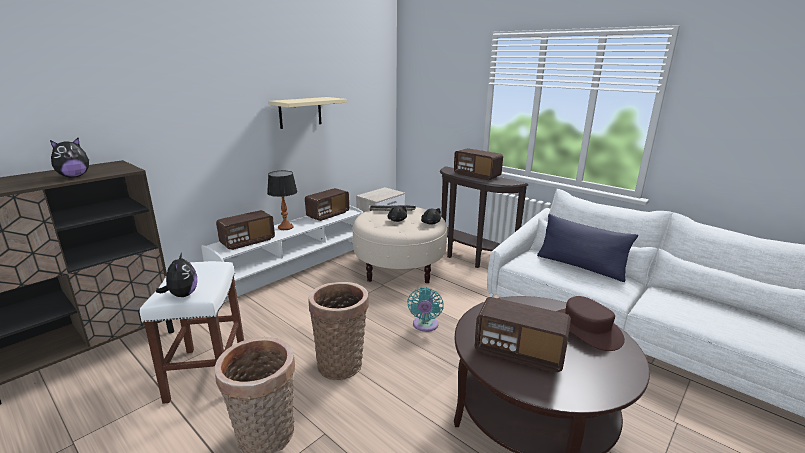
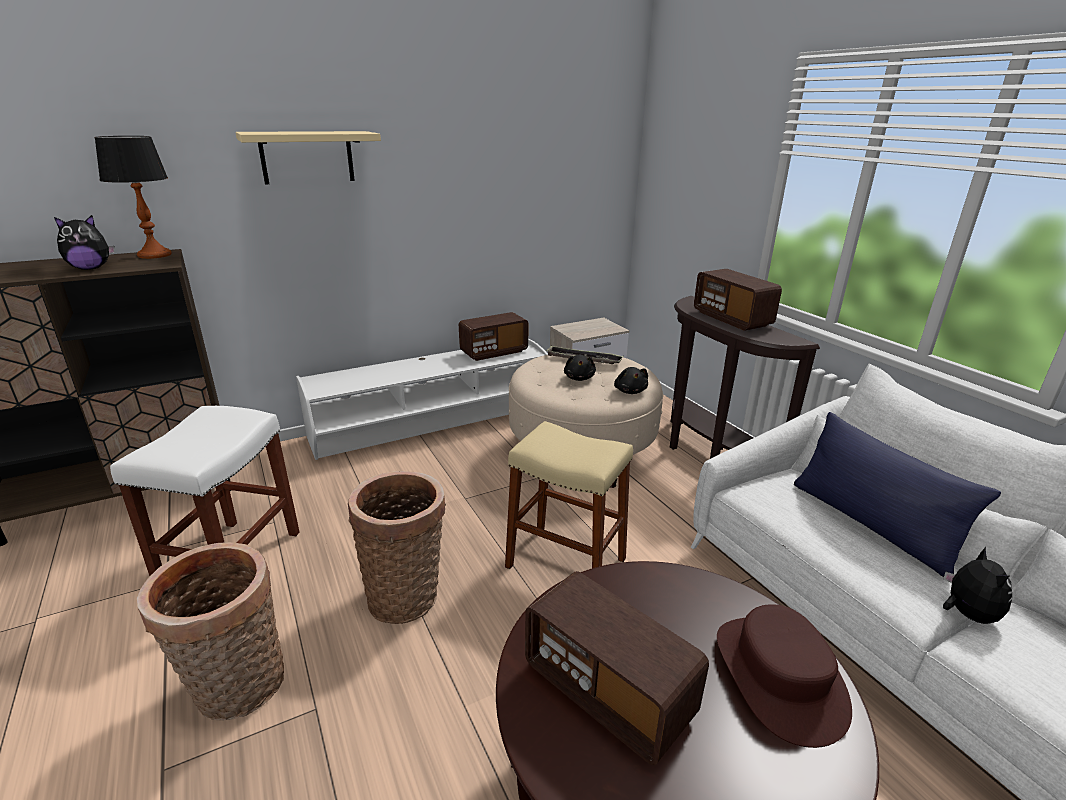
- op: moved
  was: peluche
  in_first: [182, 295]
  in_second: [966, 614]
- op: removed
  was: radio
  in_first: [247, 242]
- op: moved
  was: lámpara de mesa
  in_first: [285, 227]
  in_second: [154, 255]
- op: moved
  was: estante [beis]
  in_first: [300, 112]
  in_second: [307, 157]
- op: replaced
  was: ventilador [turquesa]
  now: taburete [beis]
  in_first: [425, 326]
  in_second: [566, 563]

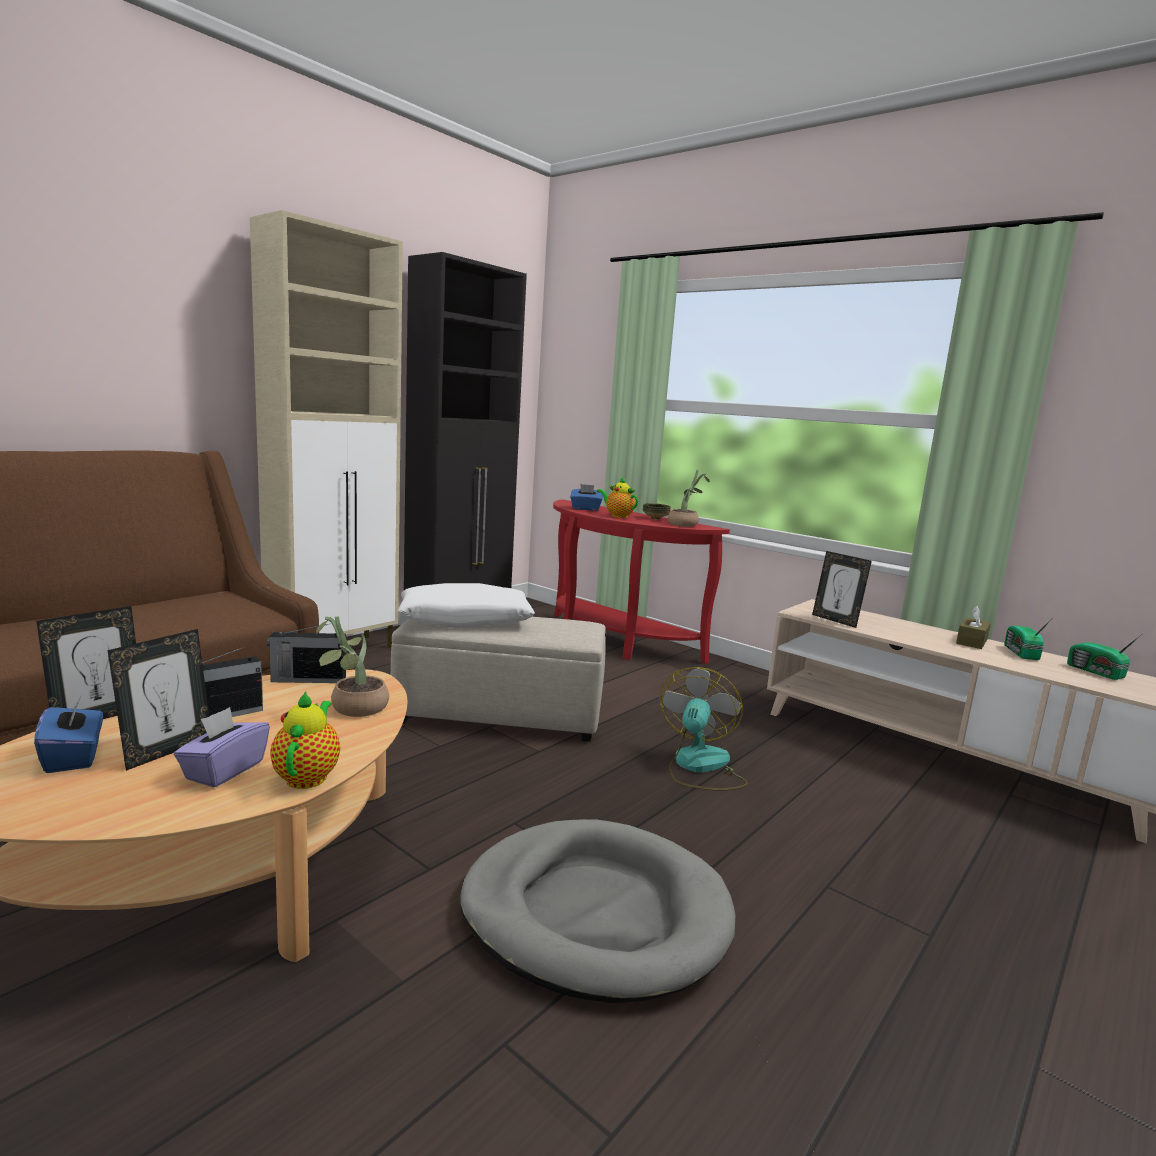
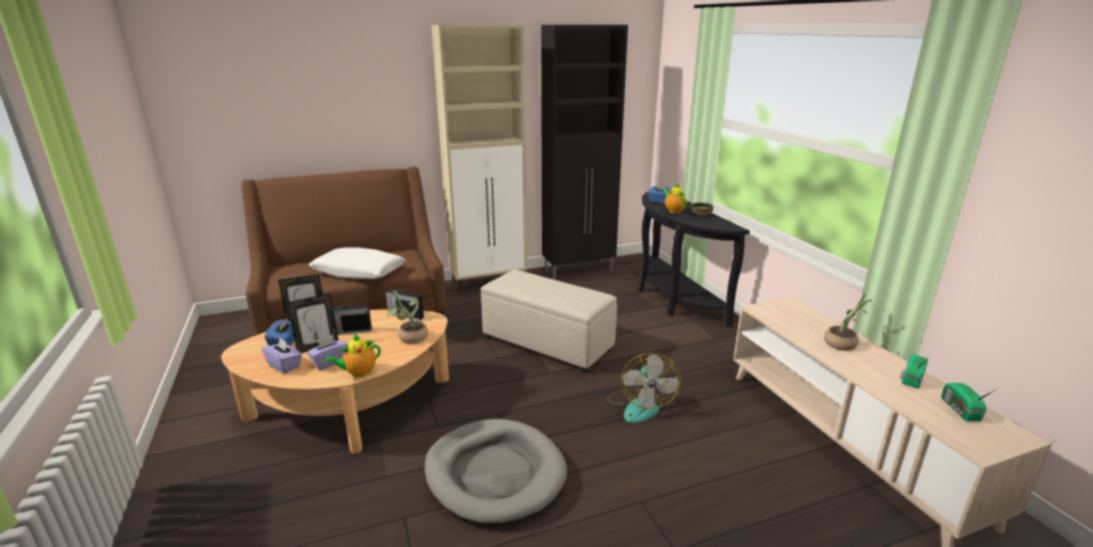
- op: turned
  was: tetera
  in_first: [308, 776]
  in_second: [358, 372]
  clockwise: -150
- op: moved
  was: cojín [blanco]
  in_first: [465, 619]
  in_second: [358, 272]
- op: recoloured
  was: mesa consola [rojo]
  now: mesa consola [negro]
  in_first: [611, 642]
  in_second: [672, 299]
- op: turned
  was: ventilador
  in_first: [699, 767]
  in_second: [640, 405]
  clockwise: 135
- op: moved
  was: planta en maceta
  in_first: [685, 524]
  in_second: [844, 344]
- op: removed
  was: portarretratos
  in_first: [835, 620]
- op: removed
  was: caja de pañuelos [marrón]
  in_first: [971, 641]
- op: added
  now: caja de pañuelos [morado]
  in_second: [284, 365]

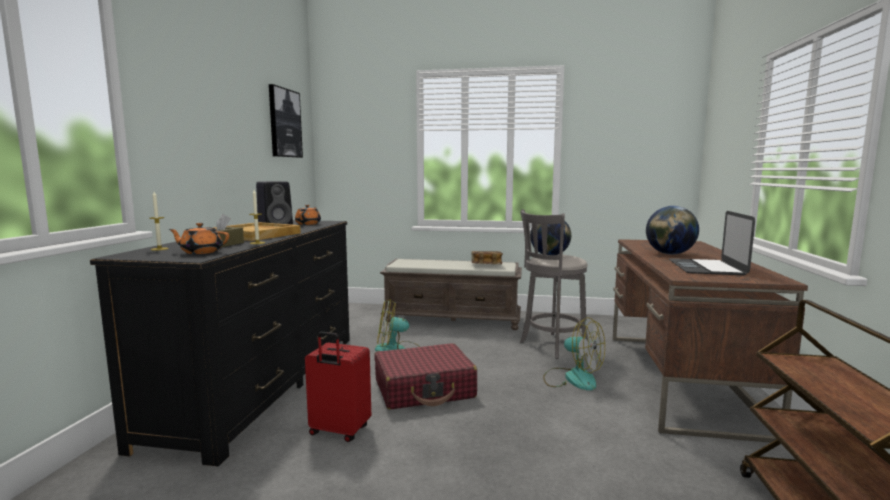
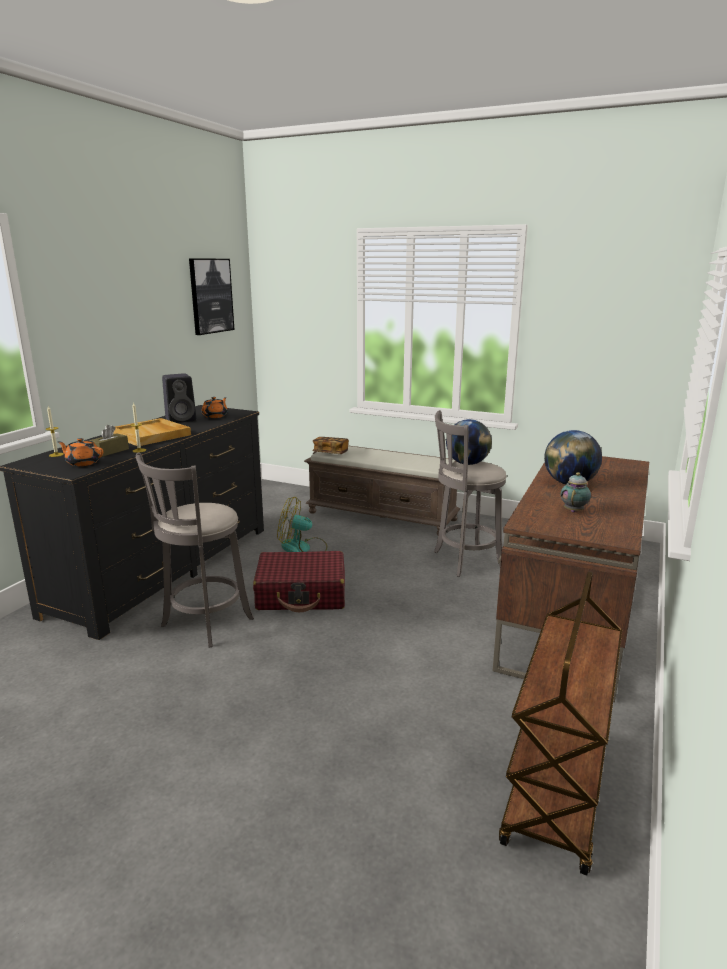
- op: replaced
  was: maleta [rojo]
  now: taburete [gris]
  in_first: [339, 431]
  in_second: [204, 624]
- op: moved
  was: libro
  in_first: [486, 265]
  in_second: [330, 453]
- op: removed
  was: ventilador
  in_first: [572, 378]
- op: replaced
  was: portátil
  now: tetera
  in_first: [706, 267]
  in_second: [574, 510]

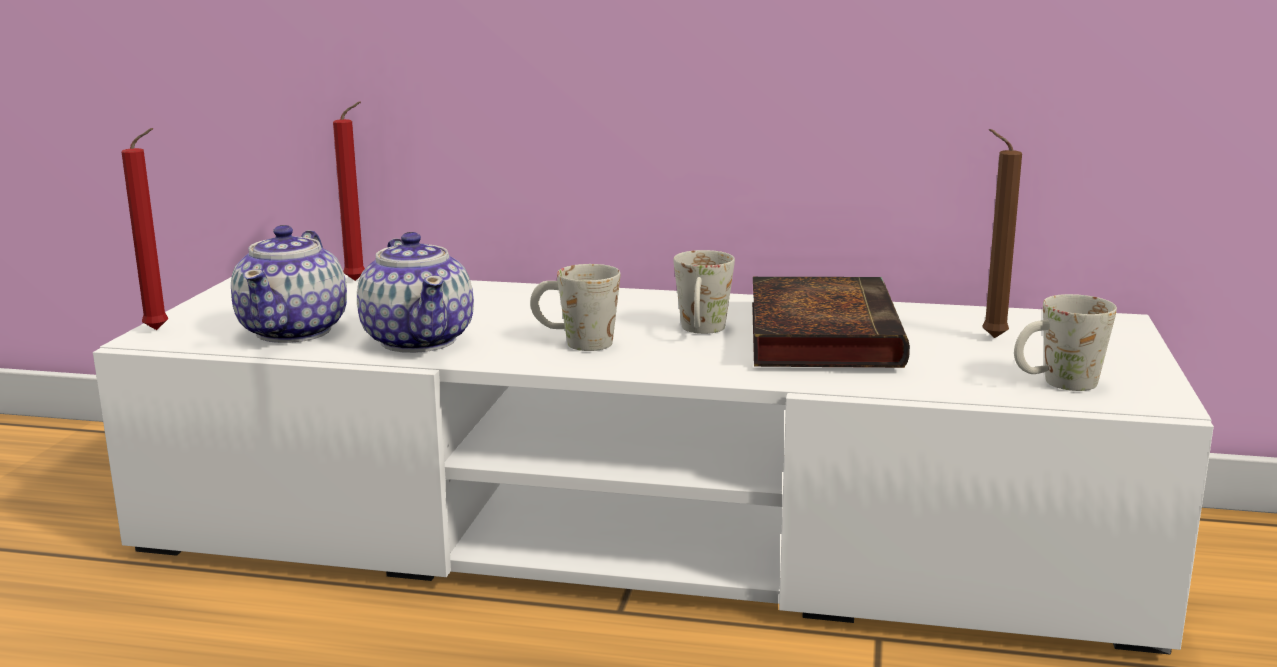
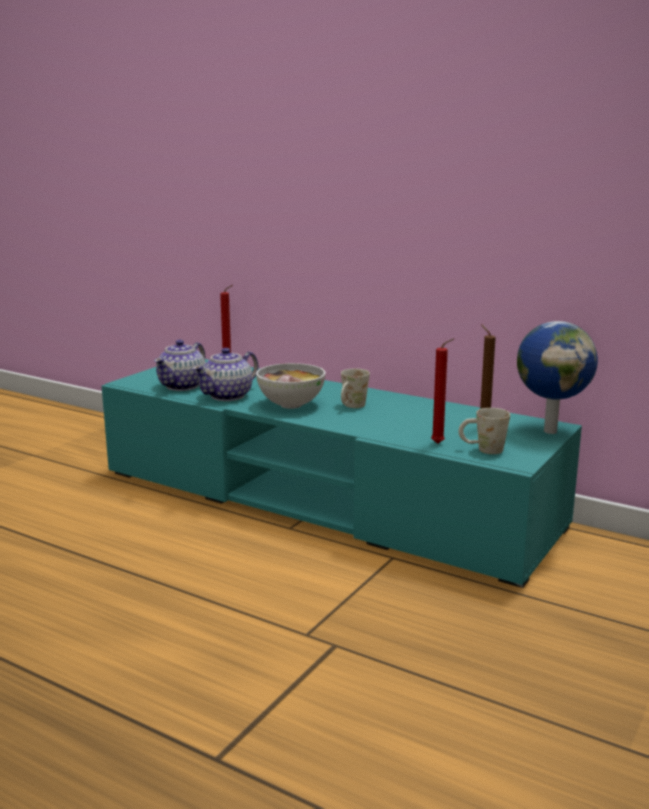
- op: recoloured
  was: mueble de televisión [blanco]
  now: mueble de televisión [turquesa]
  in_first: [639, 534]
  in_second: [324, 499]
- op: moved
  was: vela [rojo]
  in_first: [161, 330]
  in_second: [440, 444]
- op: turned
  was: tetera
  in_first: [419, 340]
  in_second: [228, 396]
  clockwise: 45
- op: replaced
  was: taza grande [blanco]
  now: cuenco
  in_first: [574, 343]
  in_second: [291, 405]
- op: removed
  was: libro
  in_first: [820, 334]
- op: added
  now: globo terráqueo
  in_second: [550, 431]

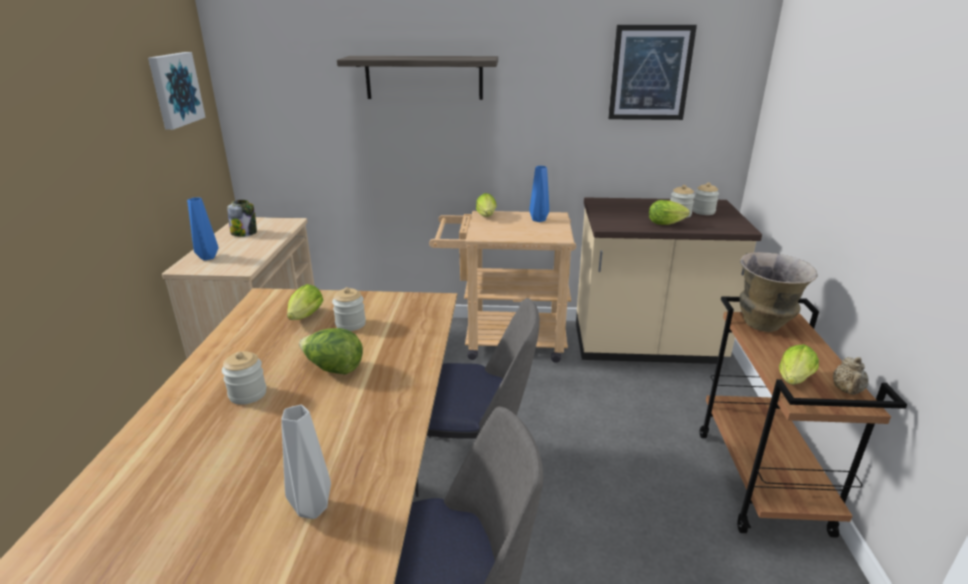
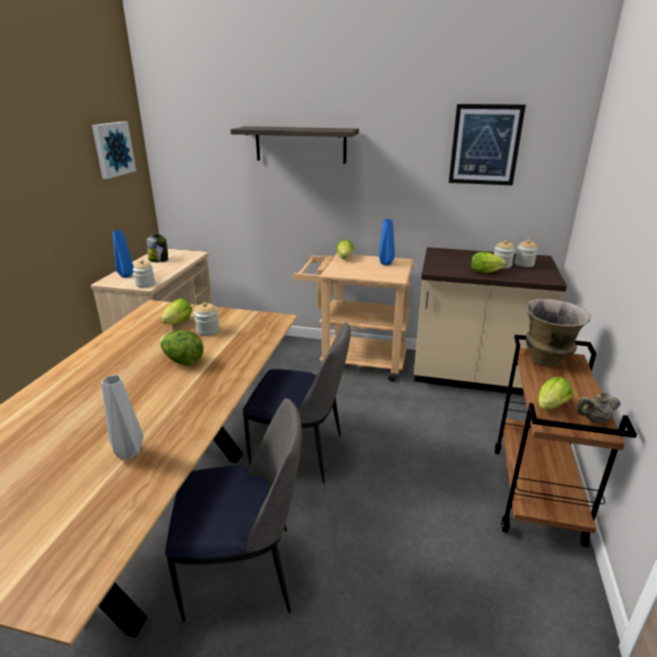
- op: moved
  was: tarro
  in_first: [248, 394]
  in_second: [145, 284]
- op: turned
  was: tetera [beis]
  in_first: [847, 391]
  in_second: [594, 420]
  clockwise: 45

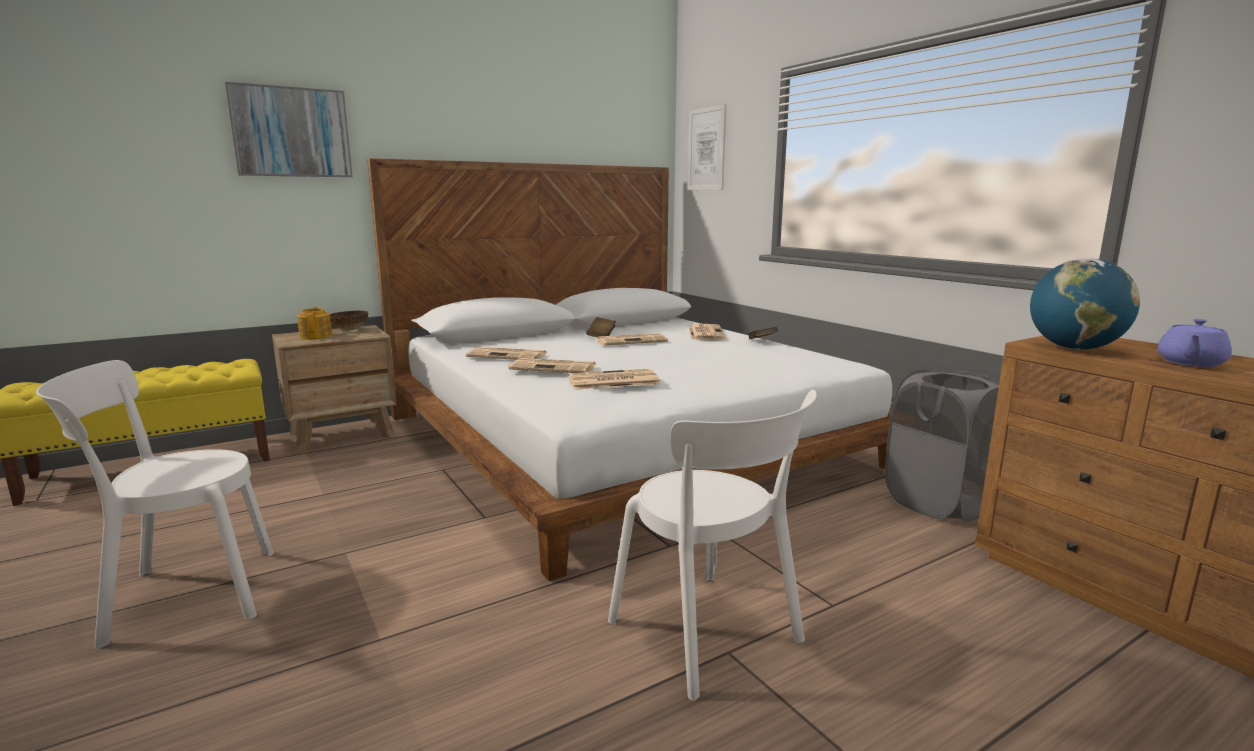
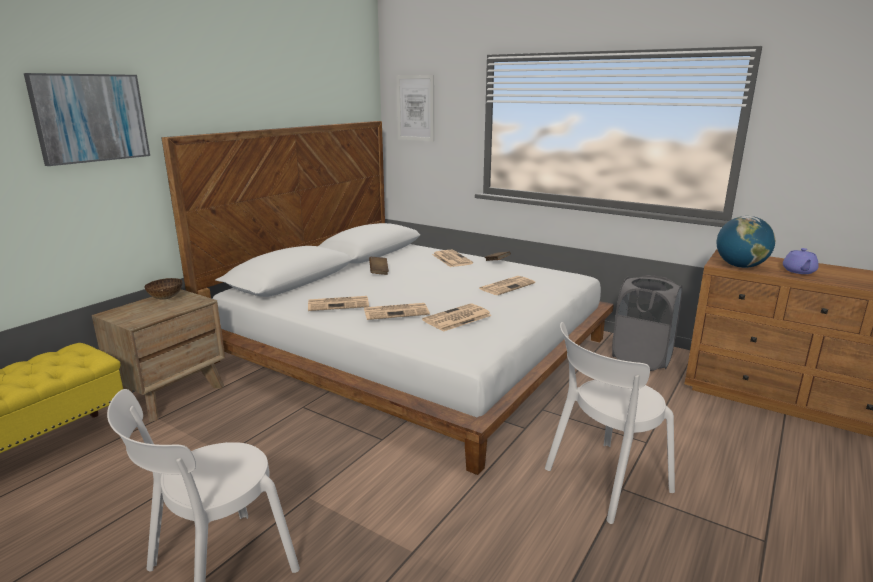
- op: removed
  was: tetera
  in_first: [316, 336]
- op: moved
  was: periódico
  in_first: [632, 340]
  in_second: [507, 286]
- op: turned
  was: silla [blanco]
  in_first: [709, 635]
  in_second: [603, 481]
  clockwise: 120

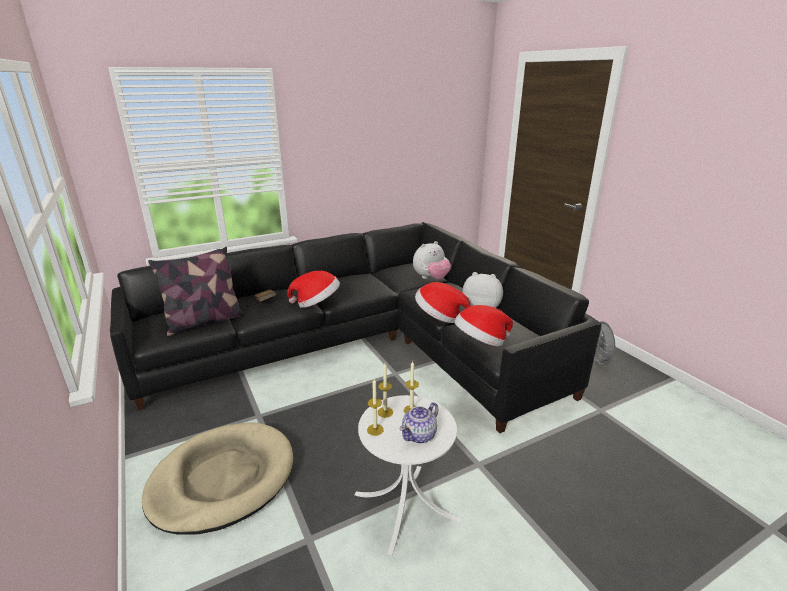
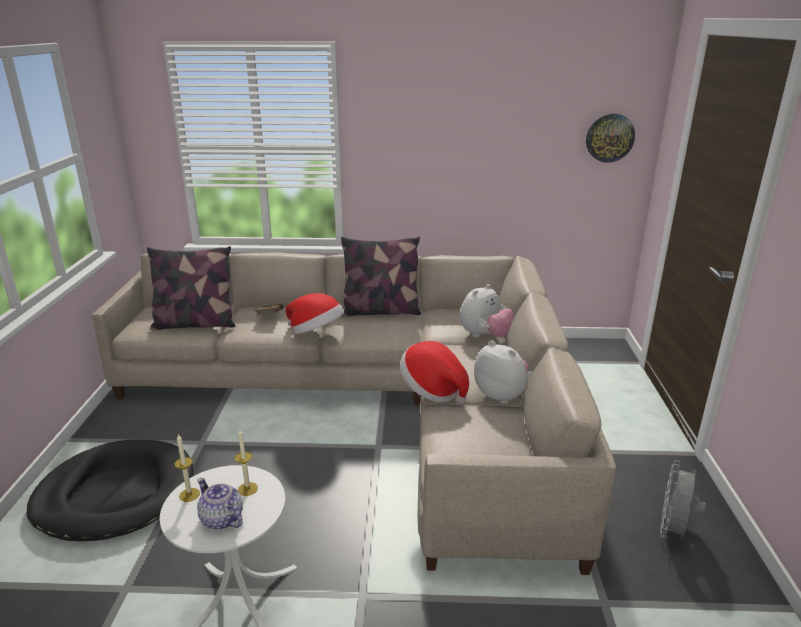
- op: recoloured
  was: sofá [negro]
  now: sofá [beis]
  in_first: [363, 346]
  in_second: [375, 401]
- op: recoloured
  was: cama para perro [beis]
  now: cama para perro [negro]
  in_first: [222, 479]
  in_second: [115, 494]
- op: removed
  was: vela
  in_first: [385, 412]
- op: turned
  was: tetera
  in_first: [419, 435]
  in_second: [222, 519]
  clockwise: 60
- op: turned
  was: peluche
  in_first: [431, 278]
  in_second: [485, 336]
  clockwise: -45
- op: removed
  was: sombrero
  in_first: [480, 343]
- op: added
  now: cojín
  in_second: [381, 311]
- op: added
  now: reloj de pared
  in_second: [609, 138]

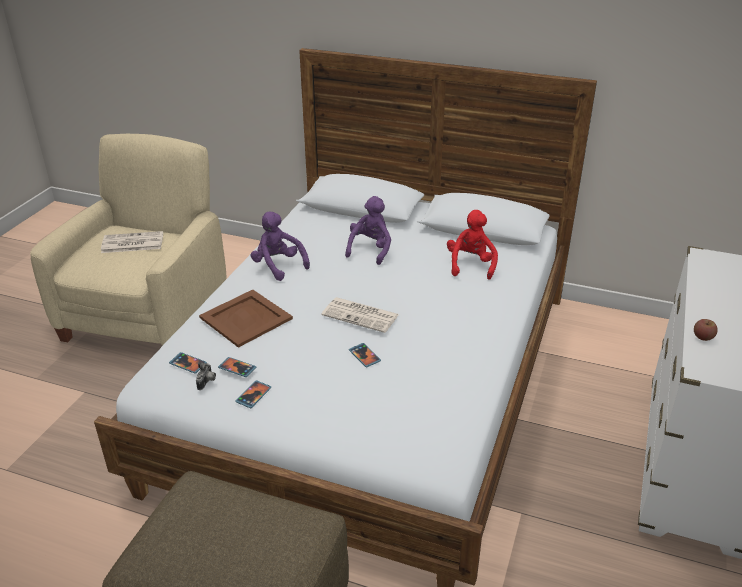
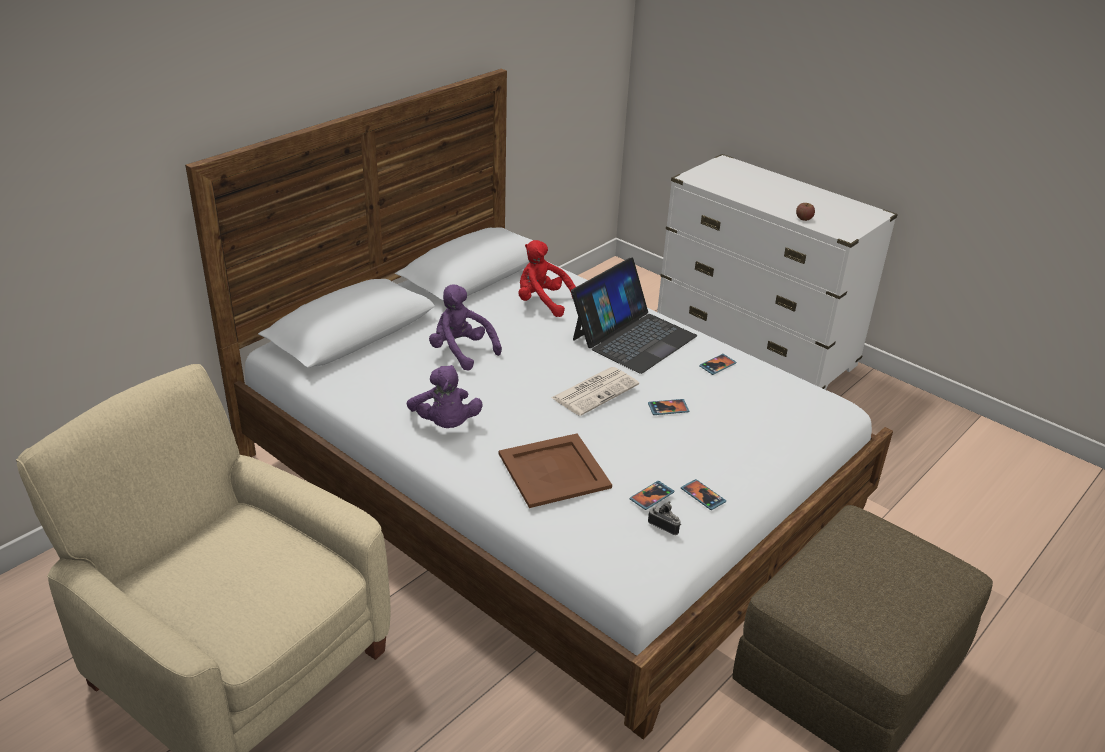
- op: removed
  was: periódico
  in_first: [131, 243]
- op: moved
  was: móvil
  in_first: [188, 364]
  in_second: [717, 365]
- op: turned
  was: peluche [morado]
  in_first: [278, 266]
  in_second: [445, 424]
  clockwise: -90
- op: added
  now: portátil
  in_second: [633, 337]

